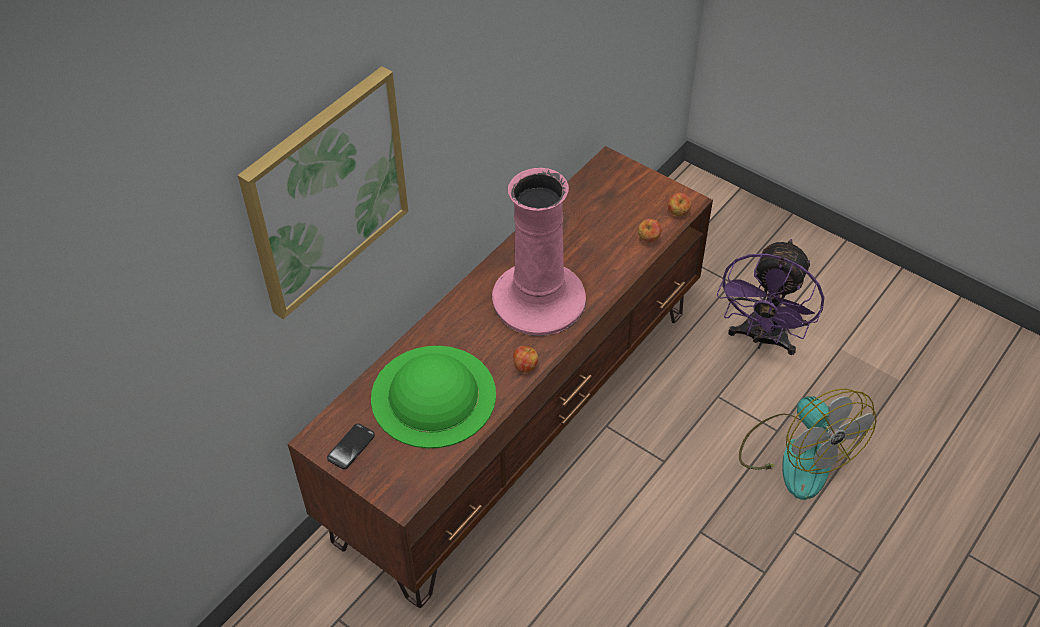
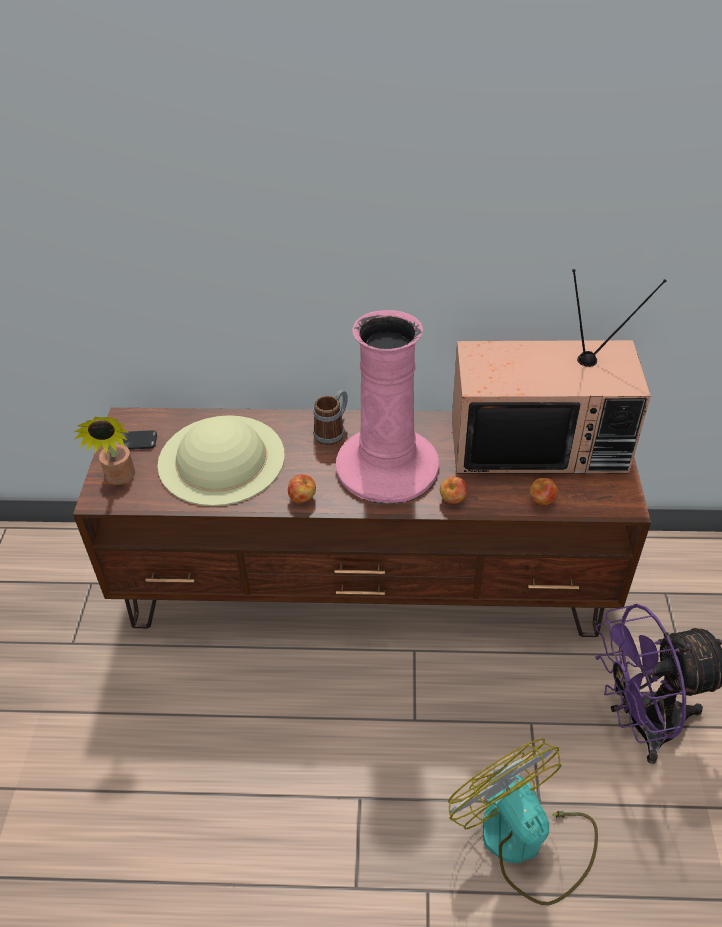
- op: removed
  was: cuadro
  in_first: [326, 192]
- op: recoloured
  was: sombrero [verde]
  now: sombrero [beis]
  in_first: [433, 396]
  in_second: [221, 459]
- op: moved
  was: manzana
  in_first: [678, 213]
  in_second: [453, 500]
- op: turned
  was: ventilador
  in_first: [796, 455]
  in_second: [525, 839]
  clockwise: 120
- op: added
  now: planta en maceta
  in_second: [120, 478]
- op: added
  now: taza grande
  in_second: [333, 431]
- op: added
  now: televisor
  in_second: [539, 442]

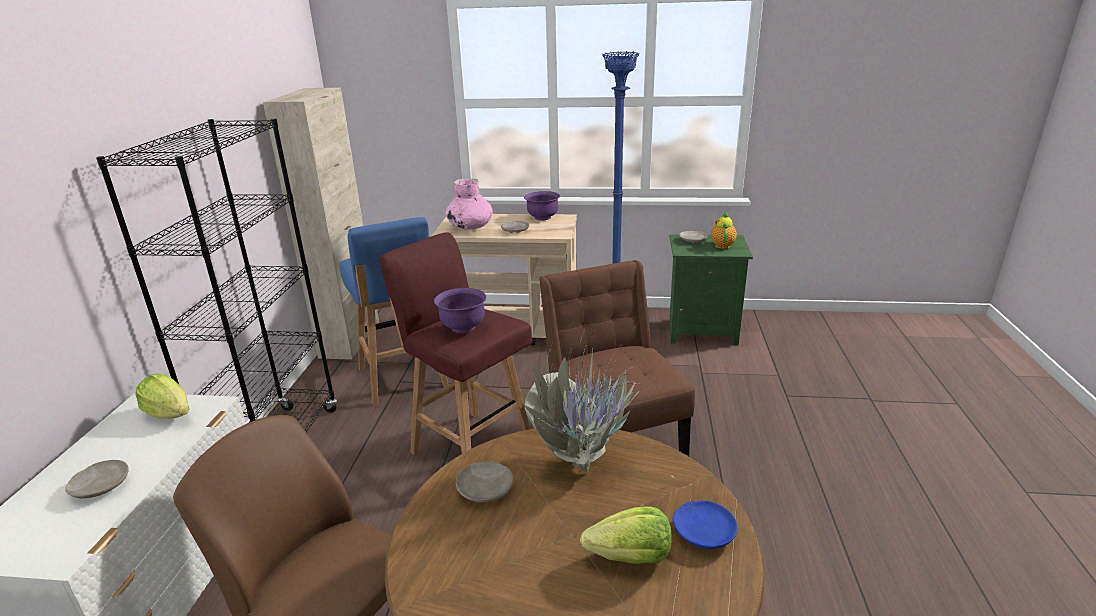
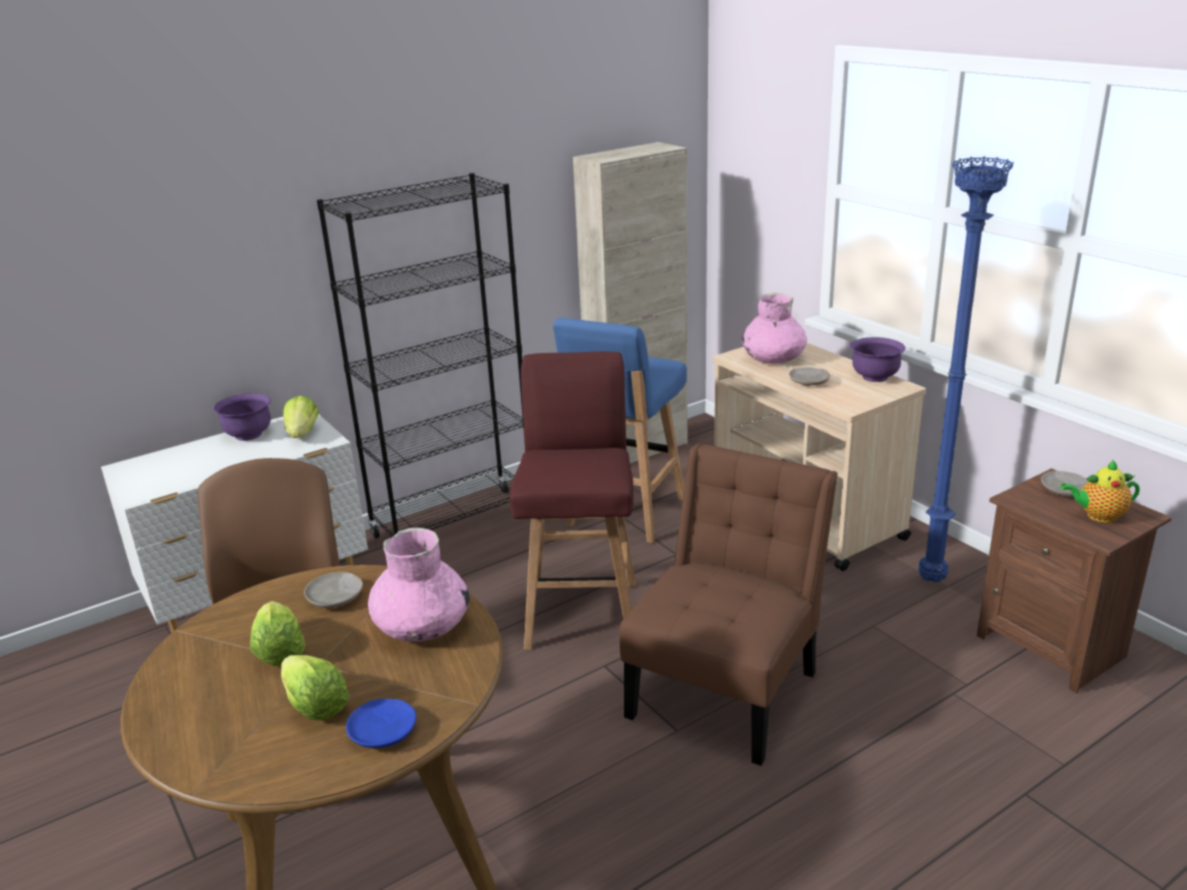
- op: removed
  was: plato [beis]
  in_first: [101, 486]
- op: moved
  was: cuenco [morado]
  in_first: [463, 327]
  in_second: [249, 435]
- op: replaced
  was: planta en maceta
  now: florero [rosa]
  in_first: [585, 462]
  in_second: [422, 627]
- op: recoloured
  was: mesita de noche [verde]
  now: mesita de noche [marrón]
  in_first: [701, 331]
  in_second: [1052, 646]
- op: turned
  was: tetera
  in_first: [722, 245]
  in_second: [1098, 516]
  clockwise: -150
- op: added
  now: lechuga
  in_second: [280, 652]

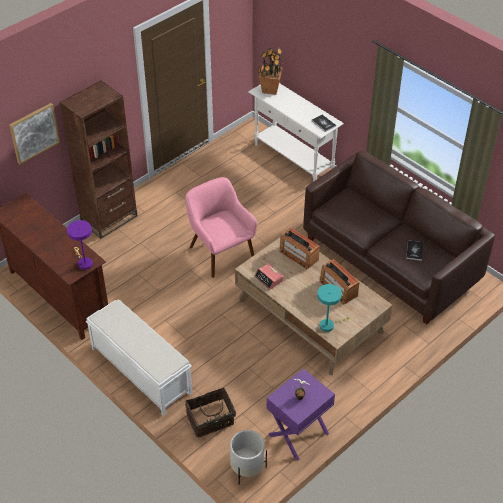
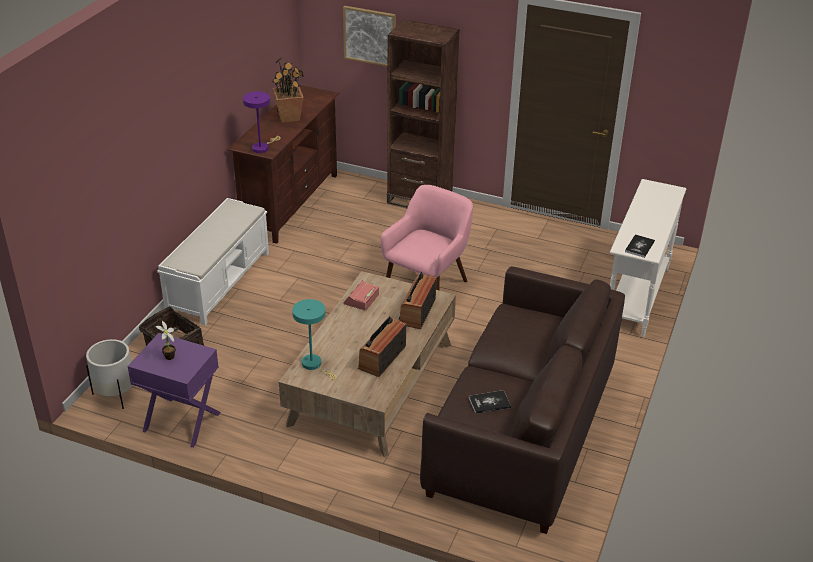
- op: moved
  was: planta en maceta
  in_first: [270, 89]
  in_second: [289, 117]

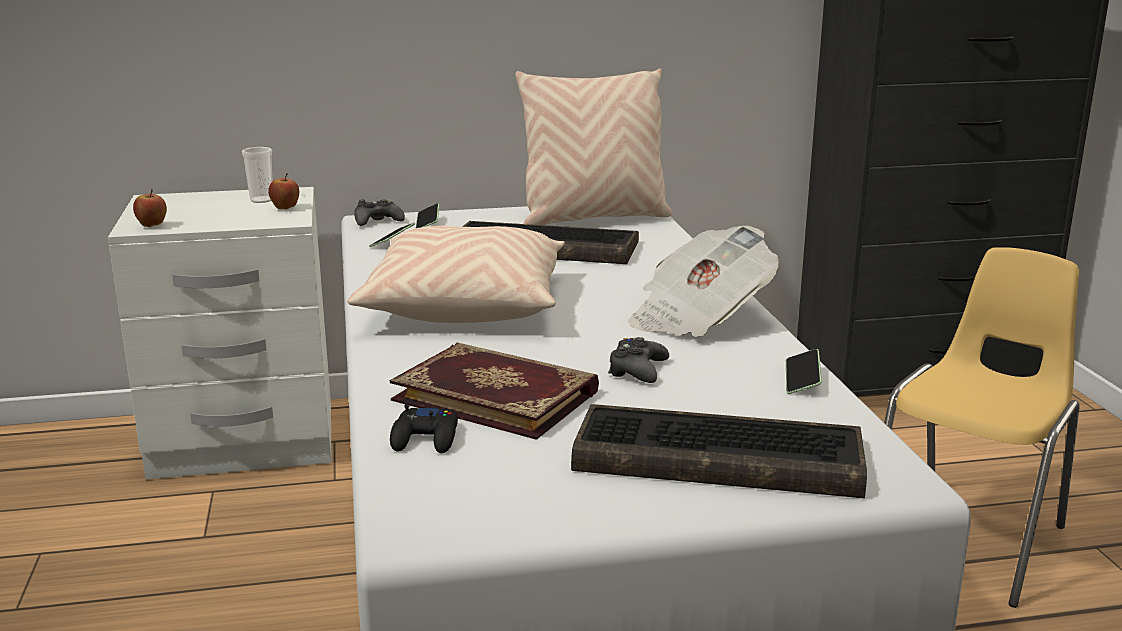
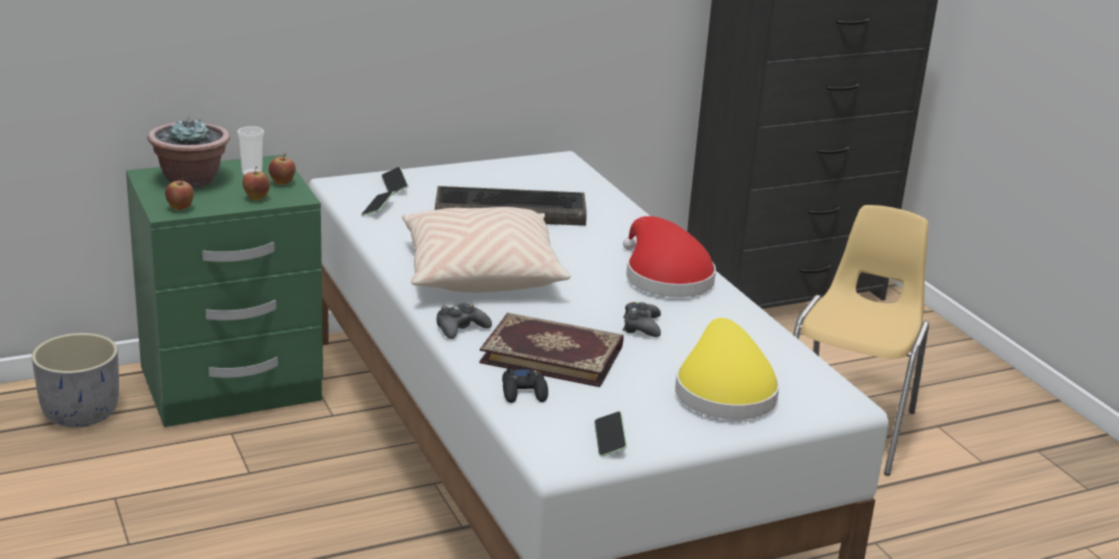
- op: recoloured
  was: mesita de noche [blanco]
  now: mesita de noche [verde]
  in_first: [244, 441]
  in_second: [231, 386]
- op: moved
  was: mando de consola [negro]
  in_first: [377, 221]
  in_second: [461, 328]
- op: removed
  was: cojín [beis]
  in_first: [593, 218]
- op: replaced
  was: teclado
  now: sombrero [amarillo]
  in_first: [715, 456]
  in_second: [723, 391]
- op: replaced
  was: periódico
  now: sombrero [rojo]
  in_first: [698, 318]
  in_second: [664, 277]
- op: moved
  was: móvil
  in_first: [802, 381]
  in_second: [609, 441]
- op: added
  now: maceta [gris]
  in_second: [81, 413]
- op: added
  now: planta en maceta
  in_second: [191, 180]
- op: added
  now: manzana
  in_second: [256, 198]

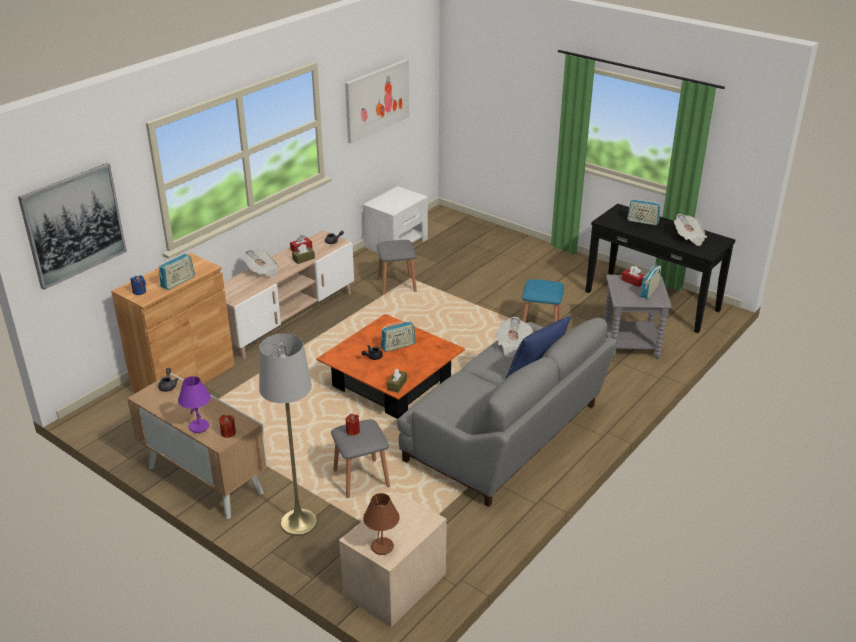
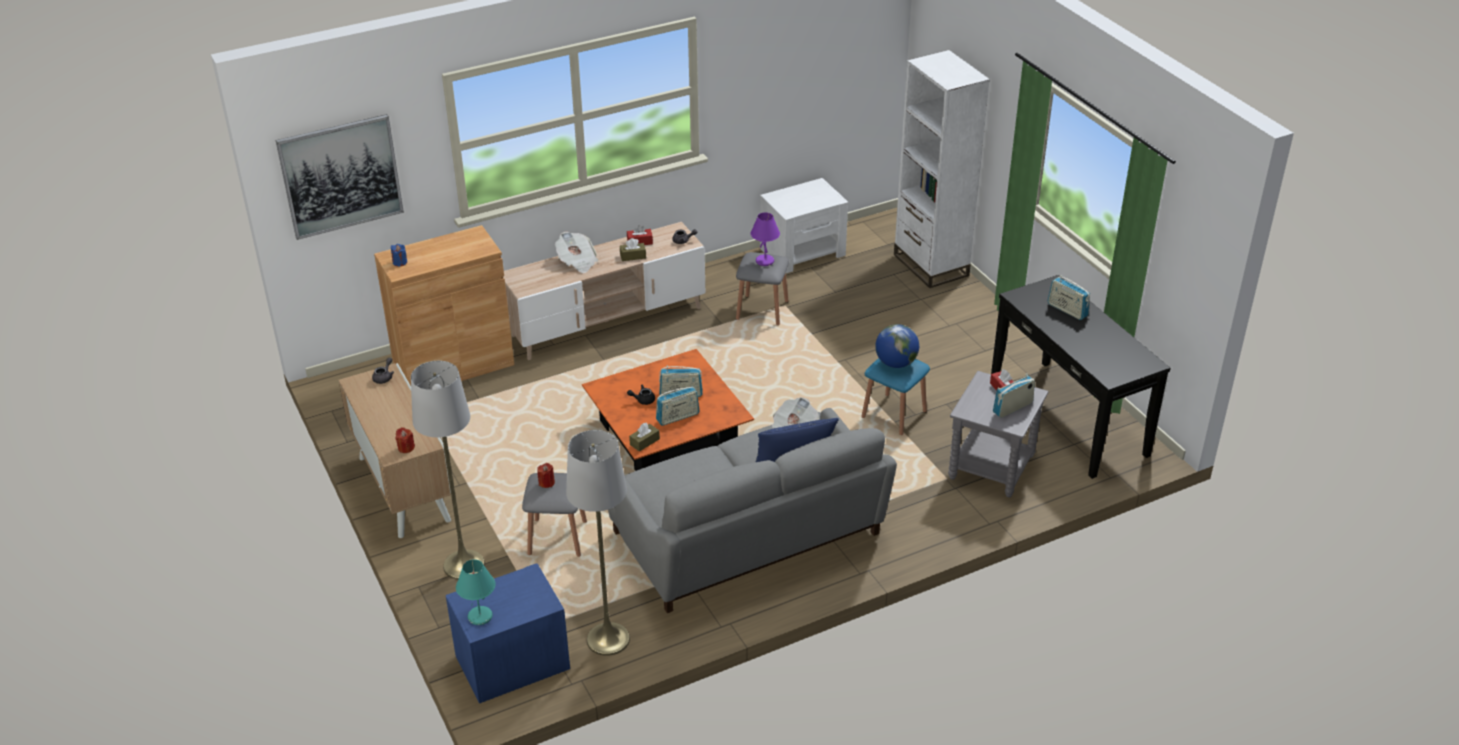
- op: moved
  was: radio
  in_first: [178, 282]
  in_second: [677, 417]
- op: moved
  was: lámpara de mesa [morado]
  in_first: [199, 427]
  in_second: [765, 261]
- op: recoloured
  was: mesita de noche [beis]
  now: mesita de noche [azul]
  in_first: [394, 585]
  in_second: [511, 662]
- op: removed
  was: cuadro
  in_first: [377, 100]
- op: recoloured
  was: lámpara de mesa [marrón]
  now: lámpara de mesa [turquesa]
  in_first: [382, 547]
  in_second: [480, 617]
- op: removed
  was: periódico
  in_first: [689, 238]
- op: added
  now: lámpara de pie [gris]
  in_second: [608, 639]
- op: added
  now: globo terráqueo
  in_second: [896, 363]
- op: added
  now: estantería [blanco]
  in_second: [930, 265]

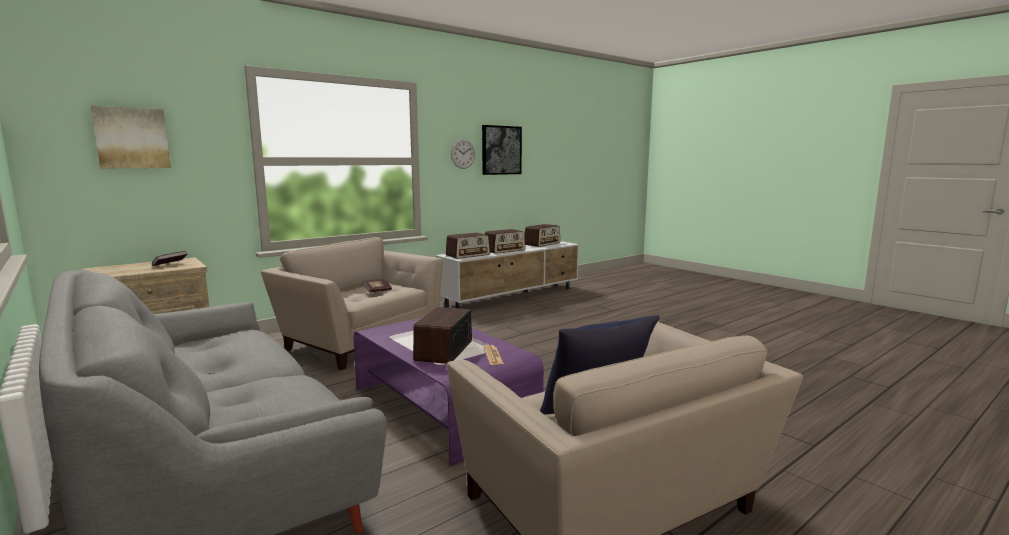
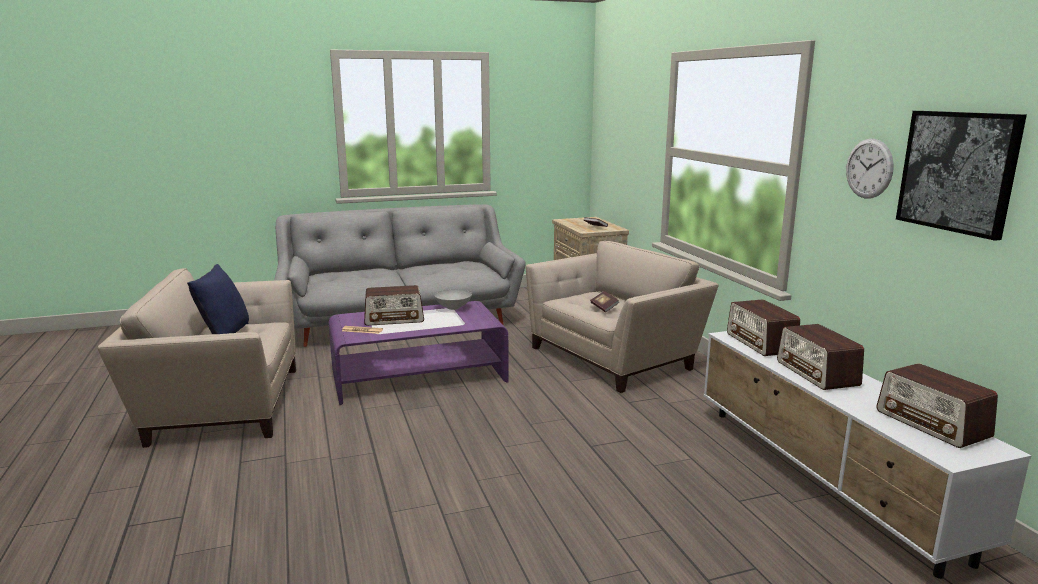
- op: removed
  was: cuadro
  in_first: [132, 138]
- op: turned
  was: radio
  in_first: [444, 350]
  in_second: [394, 319]
  clockwise: 135
- op: added
  now: cuenco [gris]
  in_second: [453, 308]

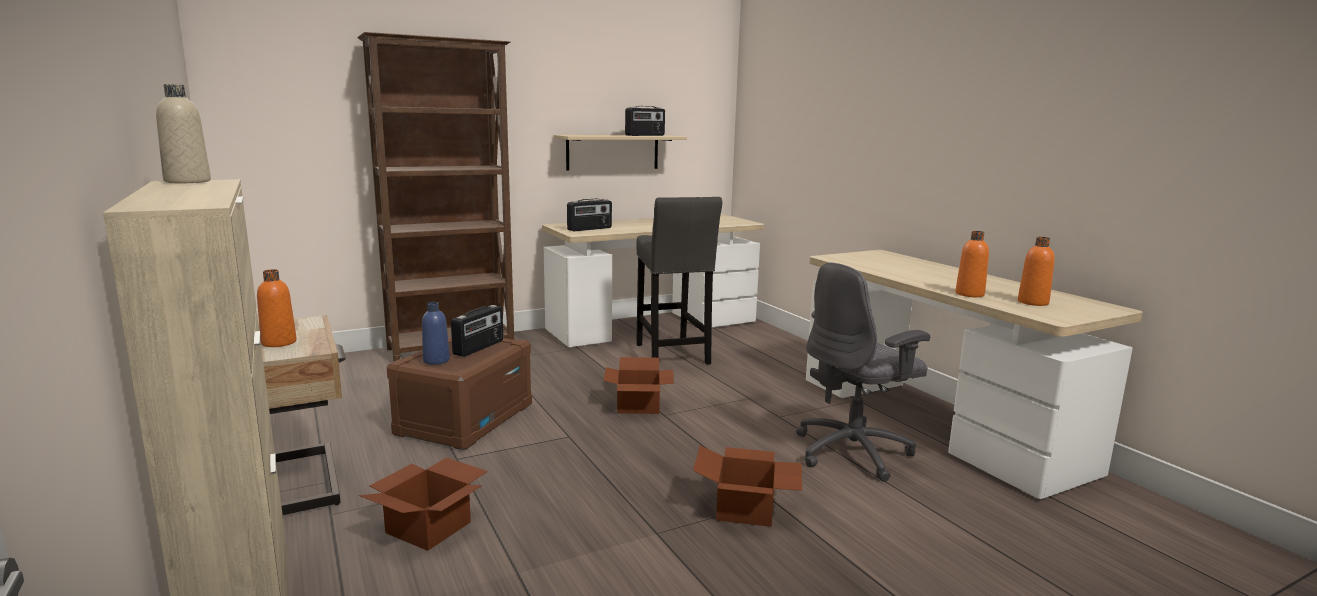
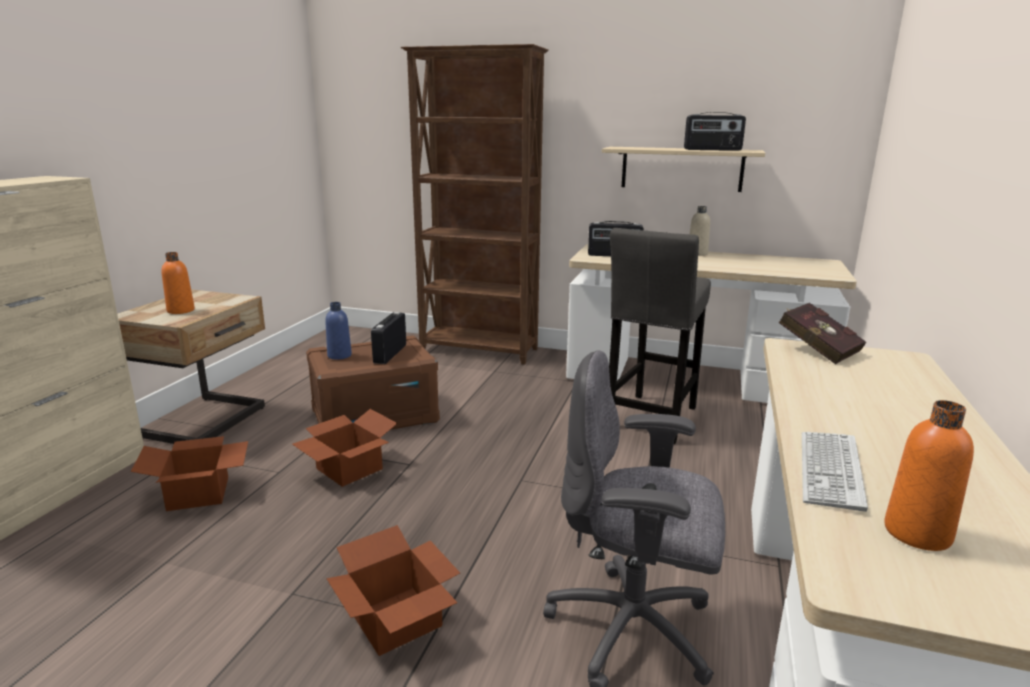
- op: moved
  was: botella [beis]
  in_first: [187, 181]
  in_second: [697, 254]
- op: turned
  was: radio
  in_first: [479, 347]
  in_second: [389, 354]
  clockwise: 120
- op: moved
  was: caja de cartón
  in_first: [637, 406]
  in_second: [347, 469]
- op: replaced
  was: botella [naranja]
  now: teclado
  in_first: [969, 294]
  in_second: [830, 470]
- op: added
  now: libro [rojo]
  in_second: [815, 349]

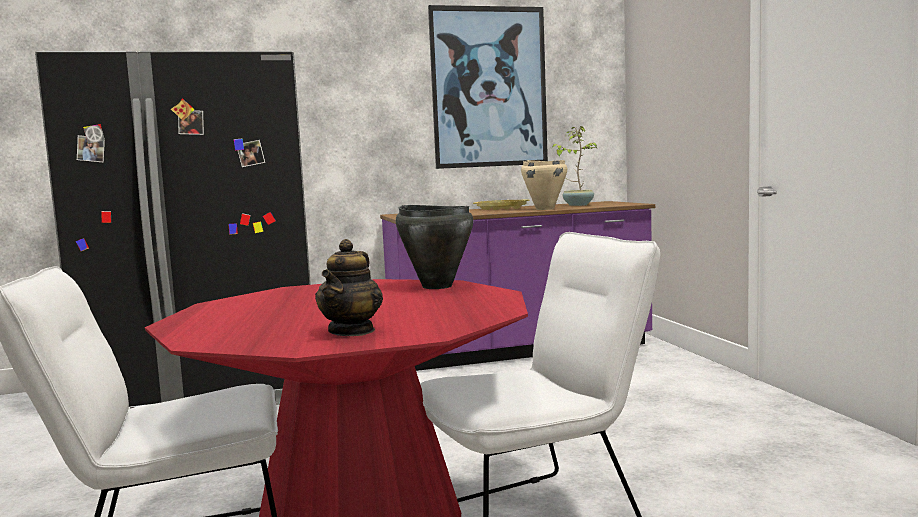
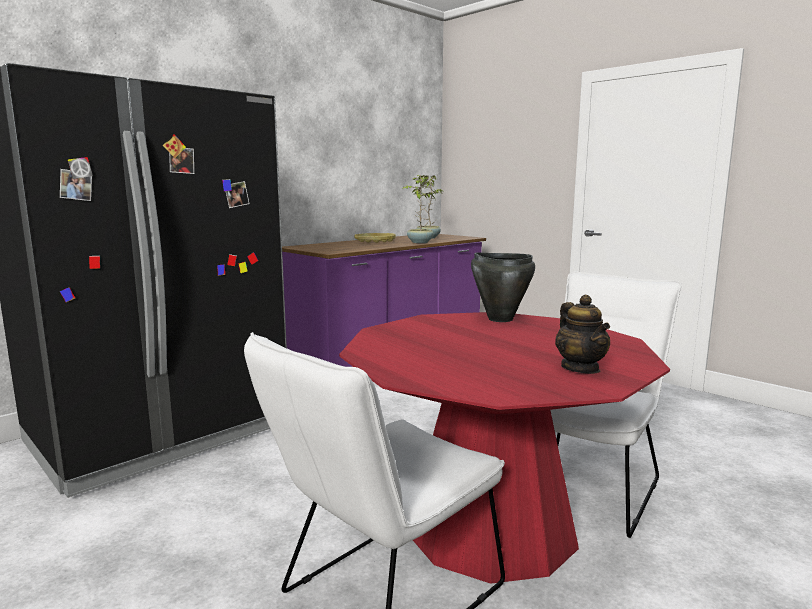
- op: removed
  was: cuadro
  in_first: [489, 87]
- op: replaced
  was: olla [beis]
  now: planta en maceta
  in_first: [545, 209]
  in_second: [419, 242]

